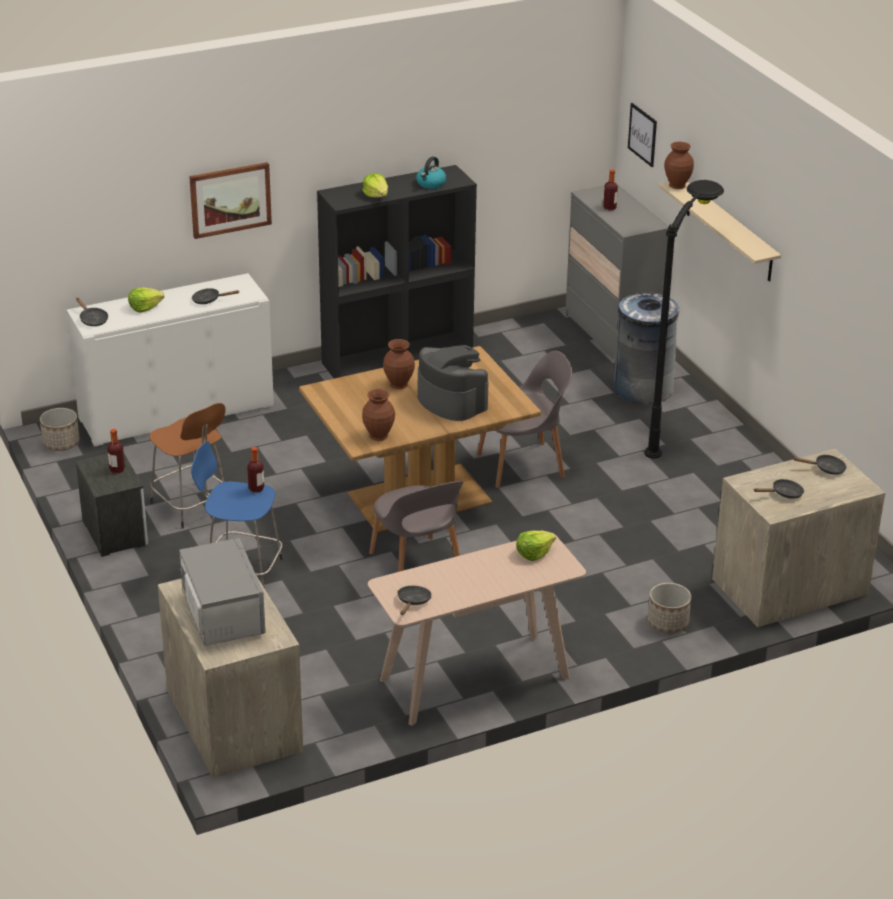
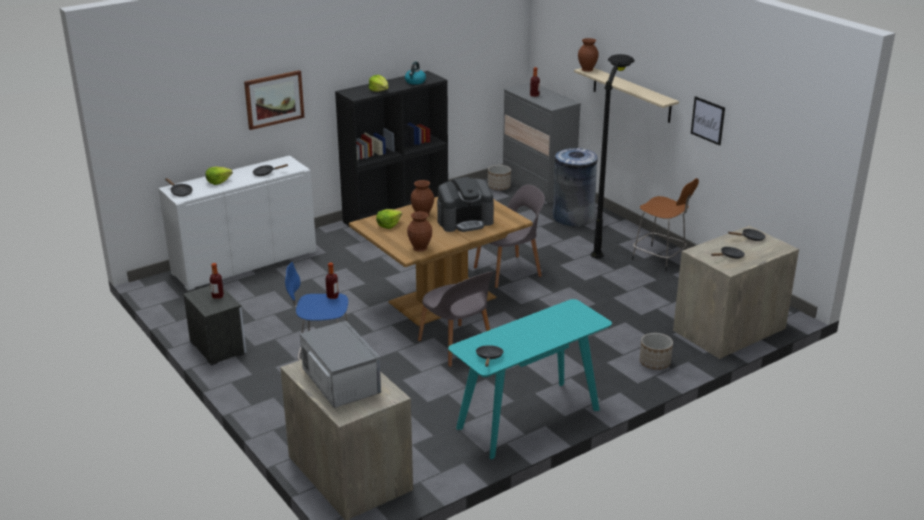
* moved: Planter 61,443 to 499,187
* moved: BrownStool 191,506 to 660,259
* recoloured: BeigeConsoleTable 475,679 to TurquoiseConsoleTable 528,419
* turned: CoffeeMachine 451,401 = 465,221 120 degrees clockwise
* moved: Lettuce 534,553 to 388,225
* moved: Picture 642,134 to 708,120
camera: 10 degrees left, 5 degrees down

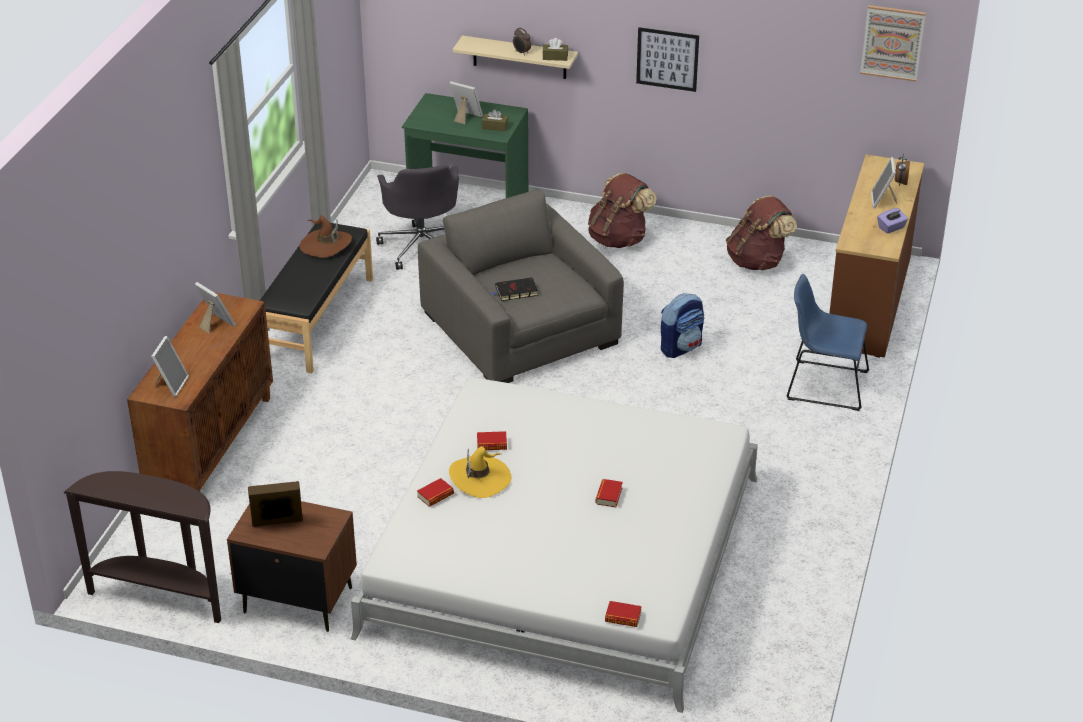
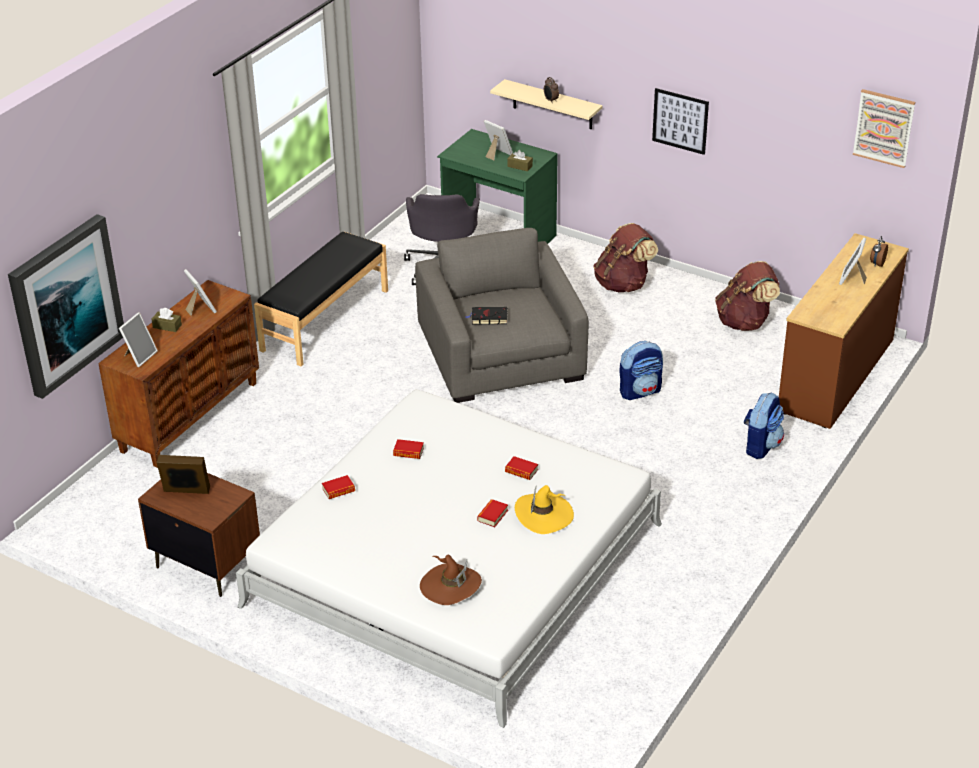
* removed: BrownConsoleTable 161,595
* moved: BrownHat 326,245 to 450,586
* moved: YellowHat 480,478 to 544,514
* moved: BrownTissueBox 555,57 to 167,326
* moved: Book 623,617 to 521,471
* replaced: BlueChair 823,384 to Backpack 760,445
* removed: PurpleTissueBox 891,228
* added: Picture 65,304
camera: 15 degrees right, 0 degrees up

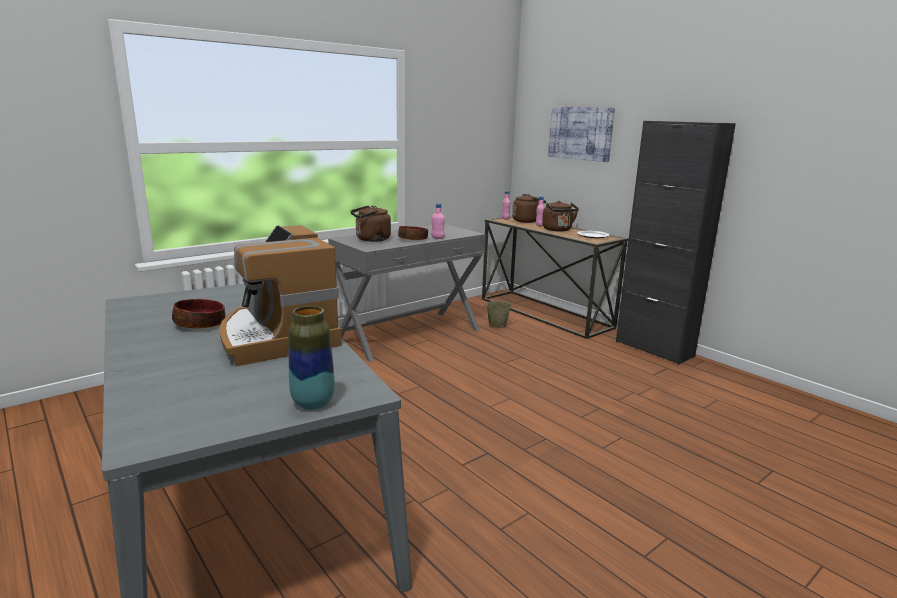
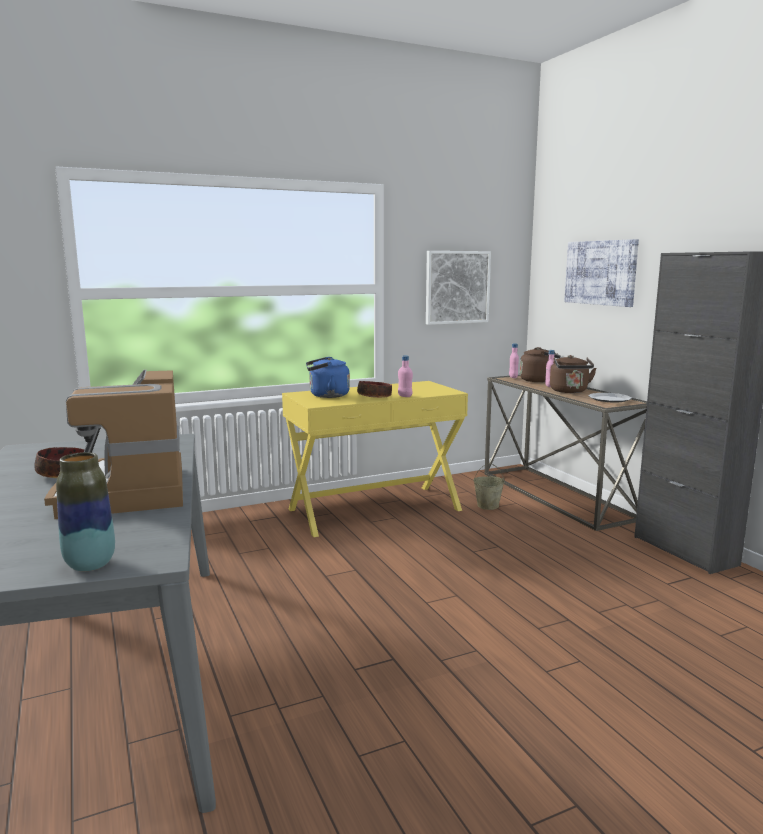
* recoloured: GreyConsoleTable 408,334 to YellowConsoleTable 374,509
* recoloured: BrownKettle 371,239 to BlueKettle 326,395
* added: Picture 457,287
camera: 15 degrees right, 5 degrees down

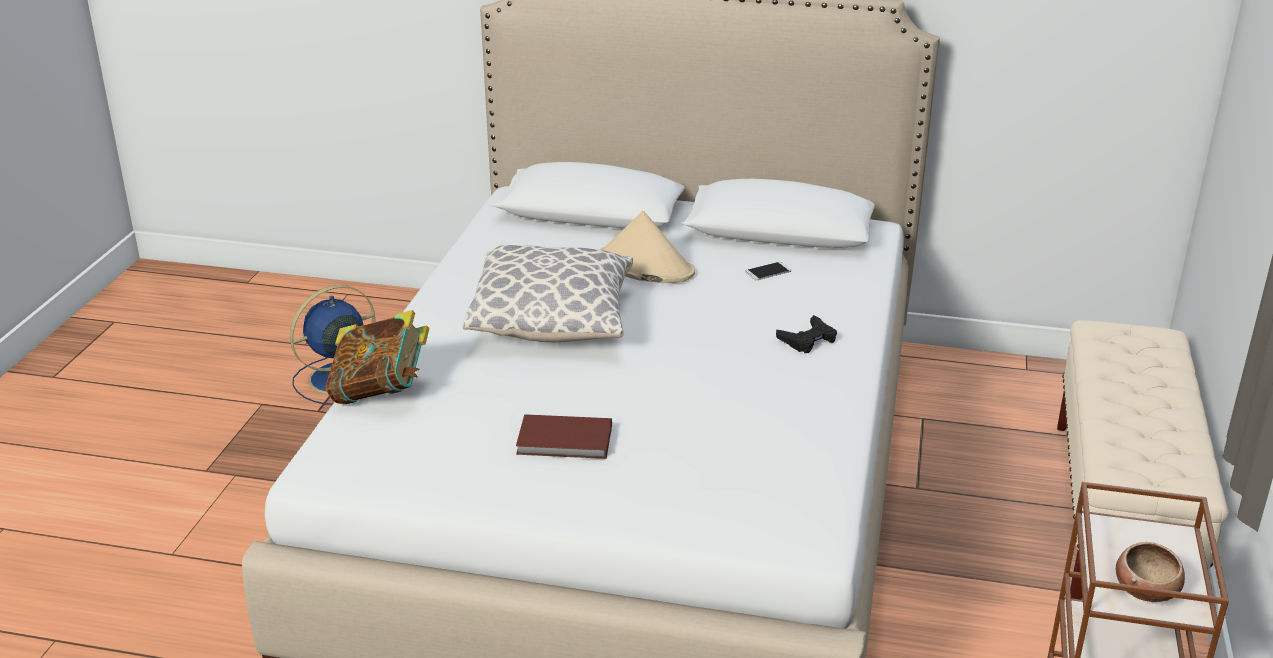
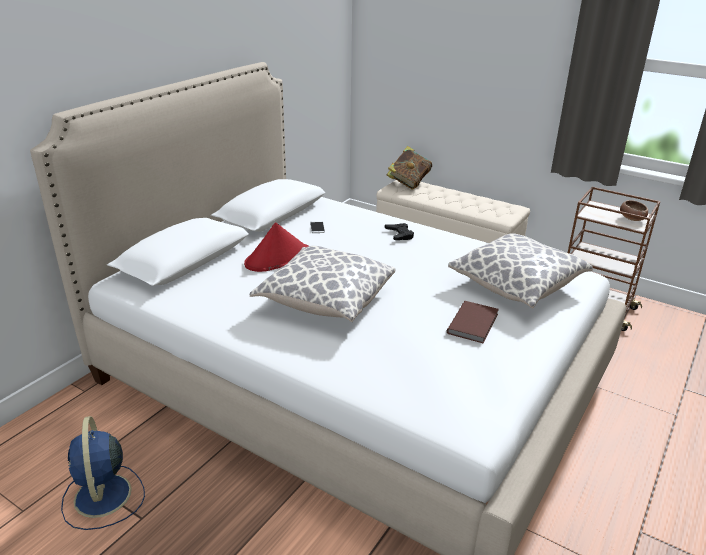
* moved: Book 381,392 to 408,183
* recoloured: BeigeHat 644,266 to RedHat 277,258
* added: Pillow 516,286
camera: 70 degrees left, 0 degrees up

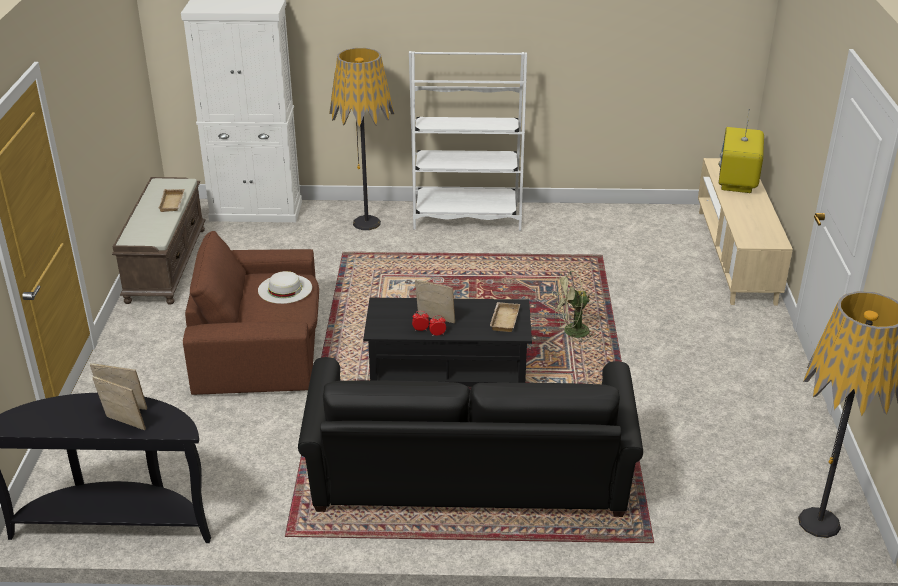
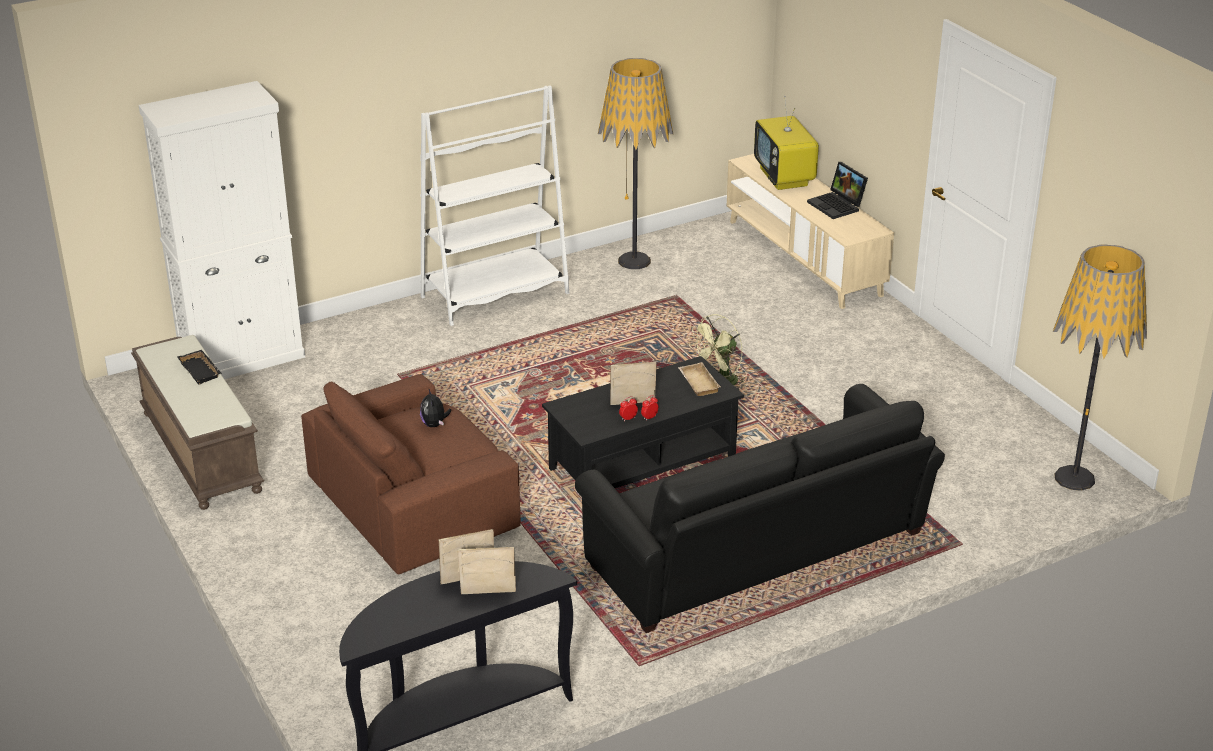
* recoloured: BeigeTray 173,203 to BlackTray 201,370
* replaced: WhiteHat 285,289 to PlushToy 434,424
* moved: FloorLamp 366,223 to 634,261
* added: Laptop 837,206
camera: 30 degrees left, 0 degrees up

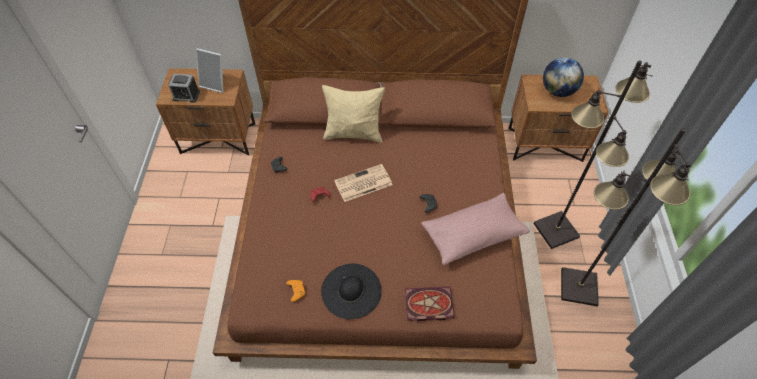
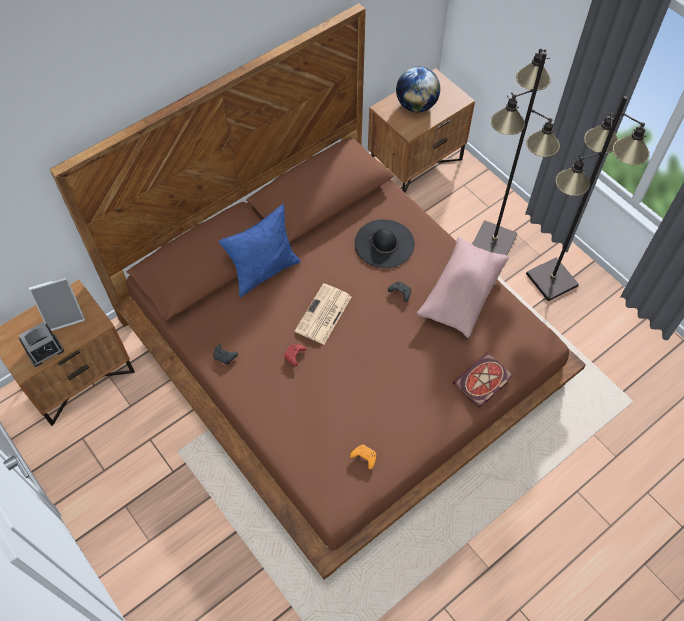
* moved: BlackHat 351,291 to 384,243
* recoloured: BeigePillow 354,133 to BluePillow 264,271
camera: 40 degrees left, 5 degrees up

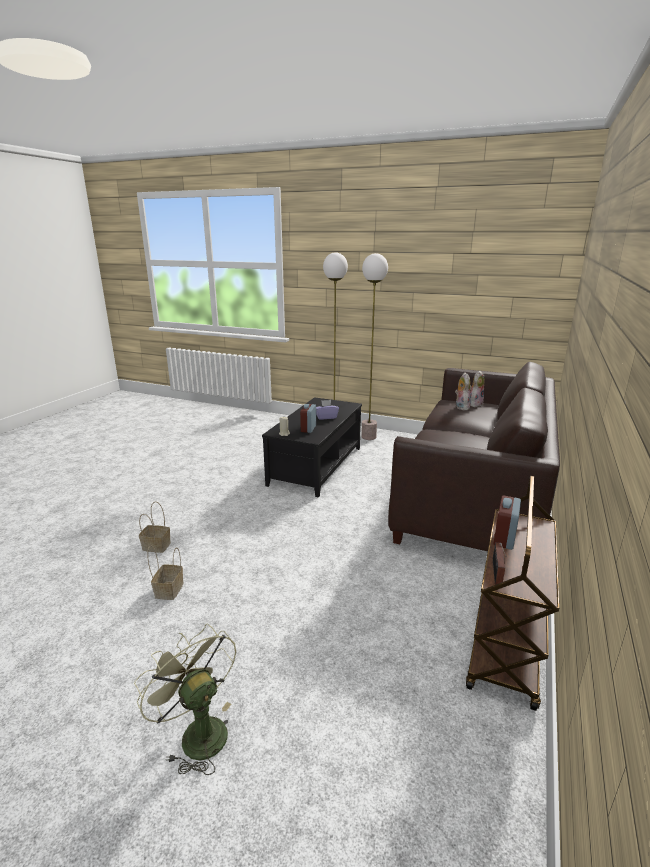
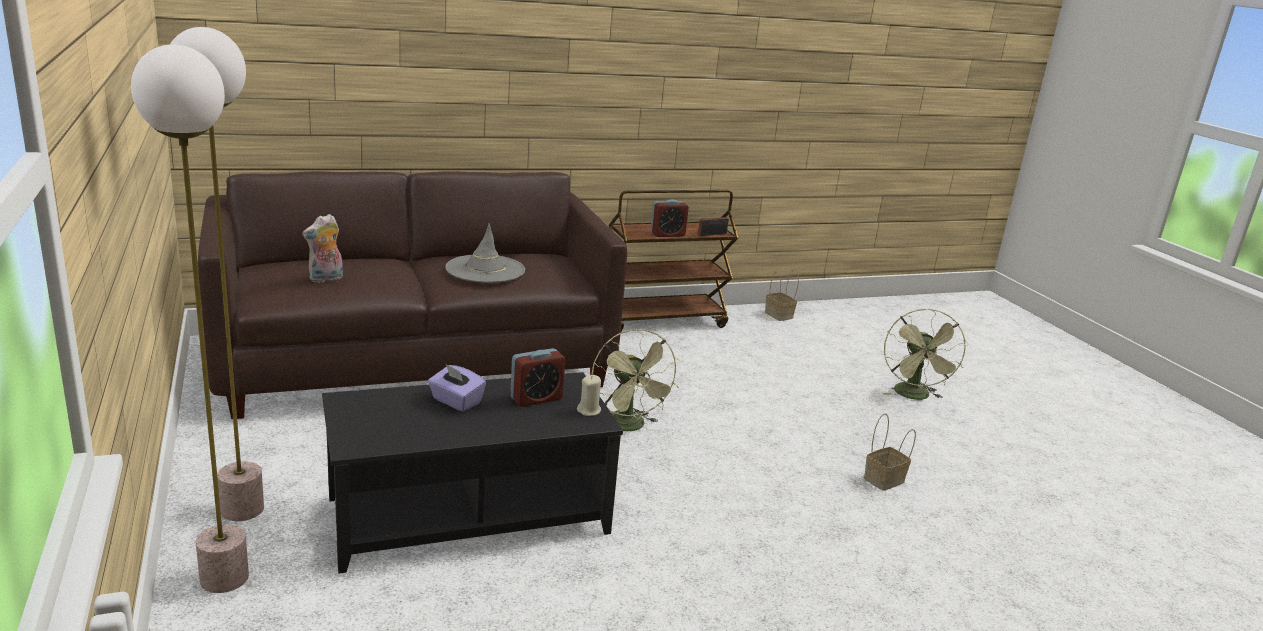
* moved: Basket 155,546 to 779,315
* removed: PlushToy 474,404
* added: GreyHat 485,269
* added: GreenFan 630,427
camera: 135 degrees left, 0 degrees up

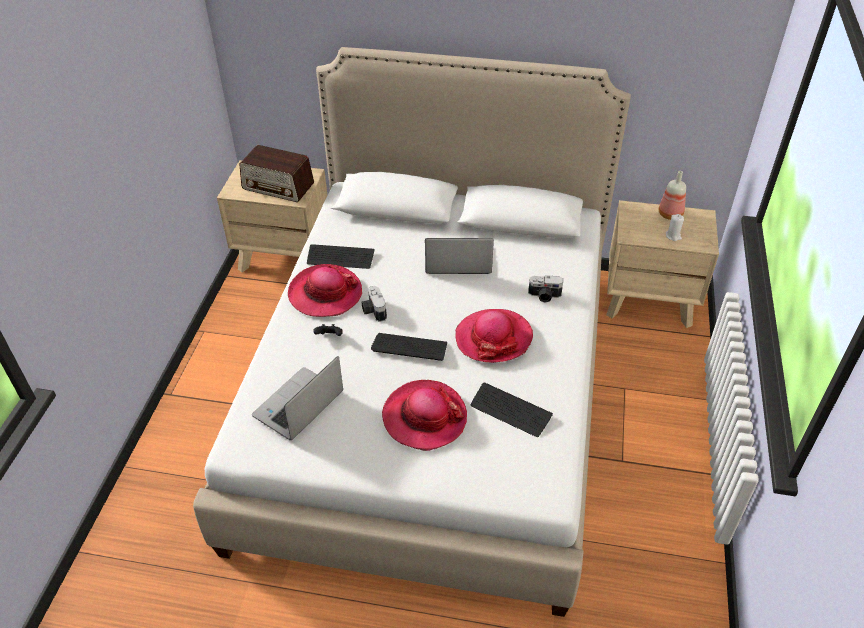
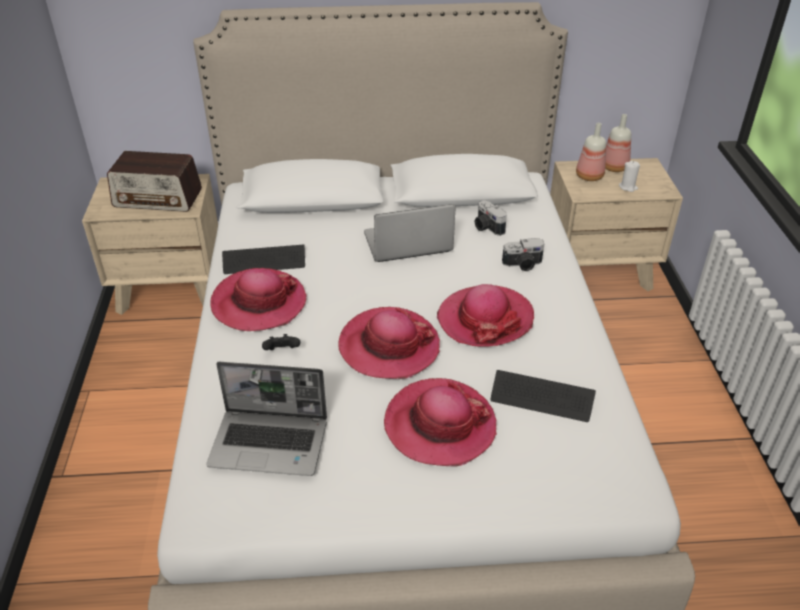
* turned: Laptop 298,406 = 270,443 105 degrees counterclockwise
* moved: PhotoCamera 373,311 to 487,227
* replaced: Keyboard 409,347 to Hat 389,346
* added: Bottle 588,176
camera: 15 degrees left, 5 degrees down

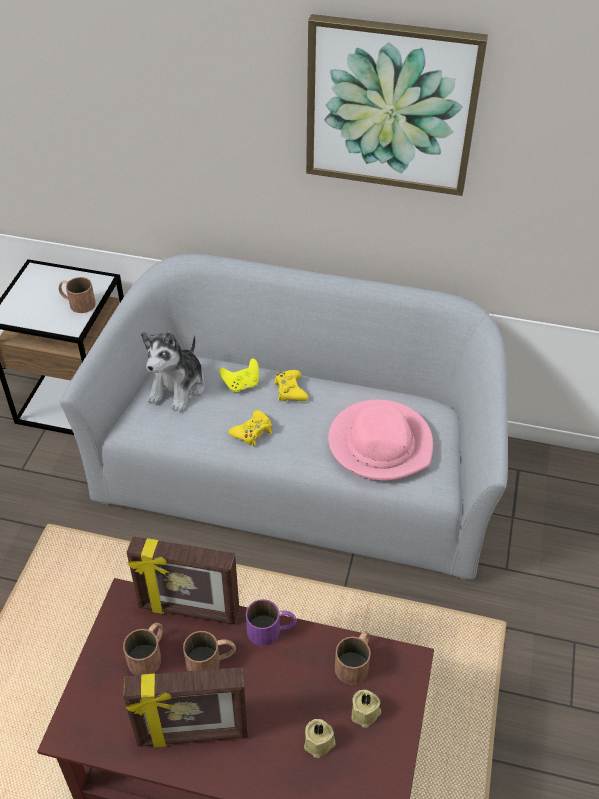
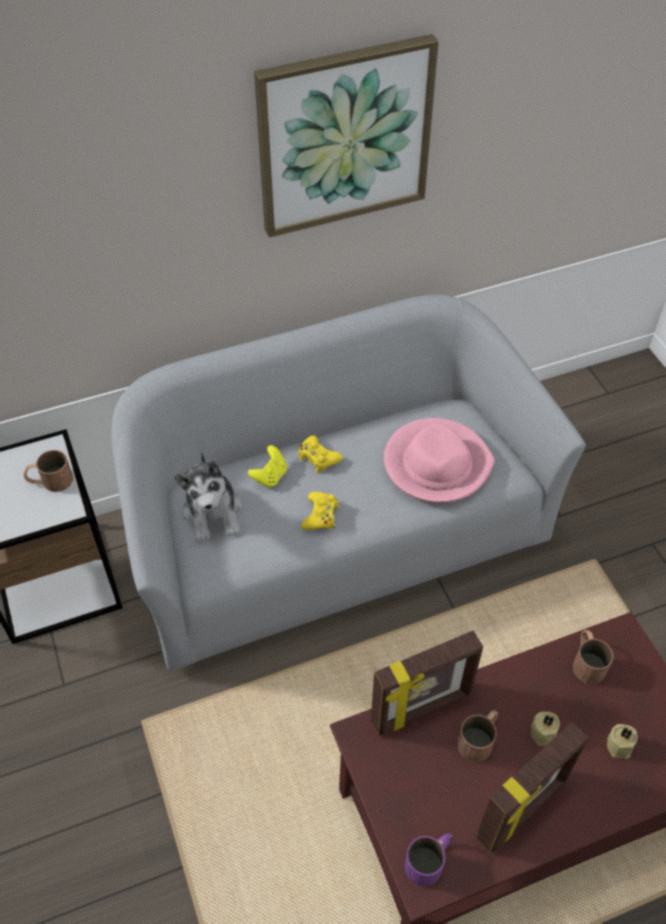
* removed: BrownMug 149,653
* moved: PurpleMug 271,630 to 430,860
* moved: BeigeCandle 366,713 to 544,732
camera: 35 degrees left, 5 degrees up

